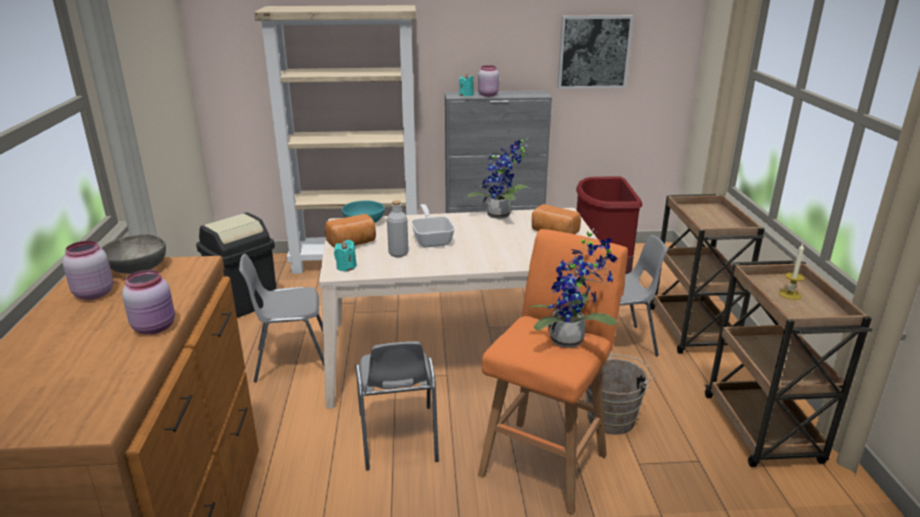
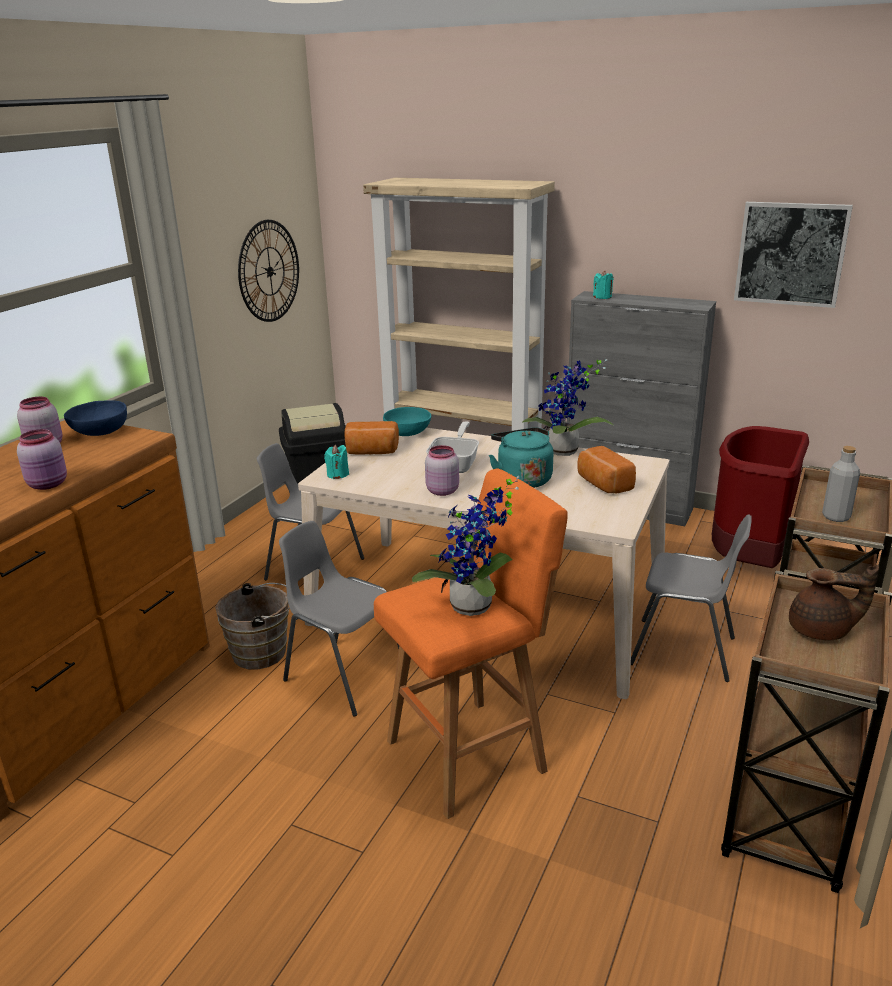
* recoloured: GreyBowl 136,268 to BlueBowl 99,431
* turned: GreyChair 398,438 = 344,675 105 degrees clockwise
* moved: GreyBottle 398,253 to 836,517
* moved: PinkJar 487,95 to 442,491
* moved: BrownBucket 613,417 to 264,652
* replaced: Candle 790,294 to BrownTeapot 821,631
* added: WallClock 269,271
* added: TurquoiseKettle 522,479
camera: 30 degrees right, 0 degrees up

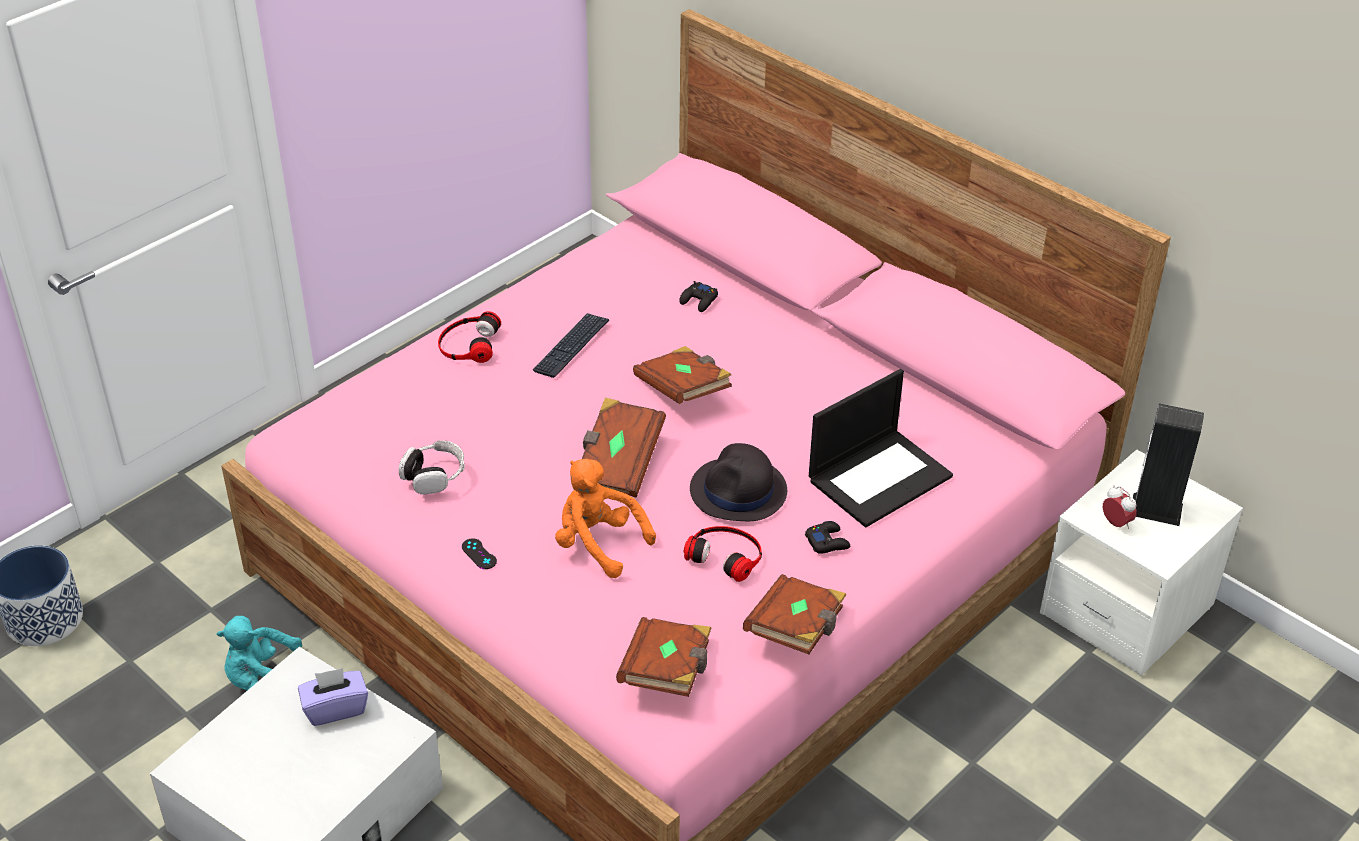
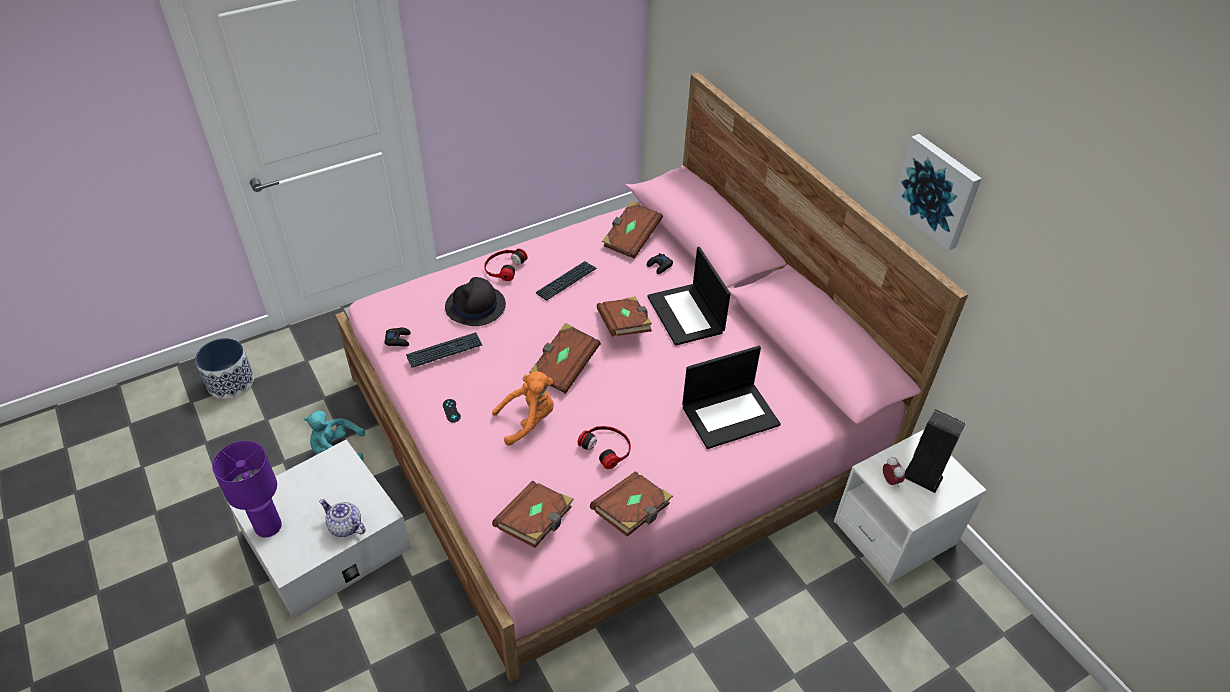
* removed: PurpleTissueBox 335,708
* replaced: Headphones 434,475 to Keyboard 444,351
* turned: OrangePlushToy 598,544 = 528,420 105 degrees clockwise
* moved: BlackHat 738,491 to 475,307
* moved: BlackGameController 827,542 to 398,339
* added: PurpleTableLamp 268,526
* added: Teapot 345,527
* added: BrownBook 631,239
* added: Laptop 686,315
* added: Picture 937,191
camera: 15 degrees right, 5 degrees up

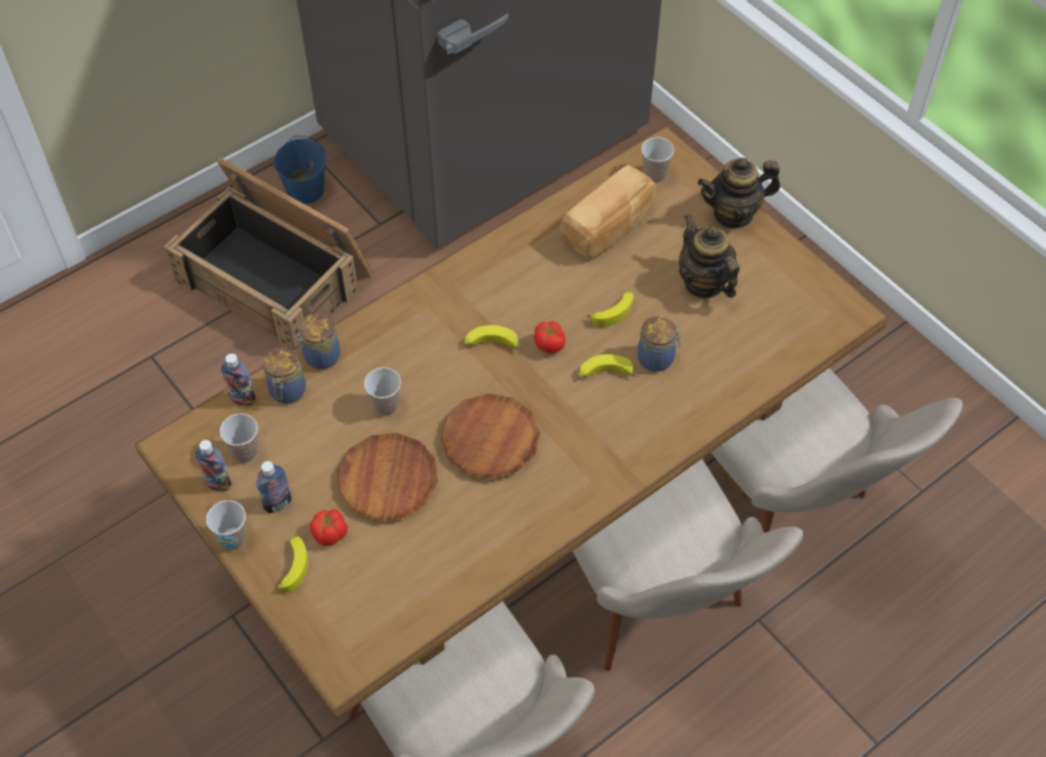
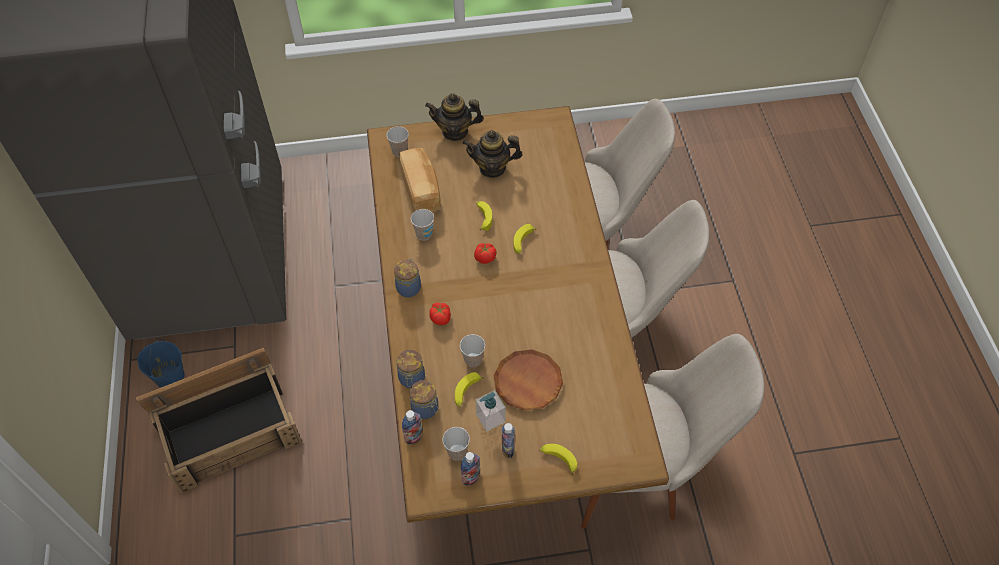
* moved: Cup 233,539 to 424,234
* moved: Tomato 330,534 to 440,318
* removed: BrownPlate 490,440
* moved: Banana 490,344 to 467,392
* moved: Jar 657,358 to 409,287
* turned: Teapot 733,214 = 455,131 75 degrees clockwise
* added: SoapDispenser 490,418
camera: 60 degrees left, 0 degrees up

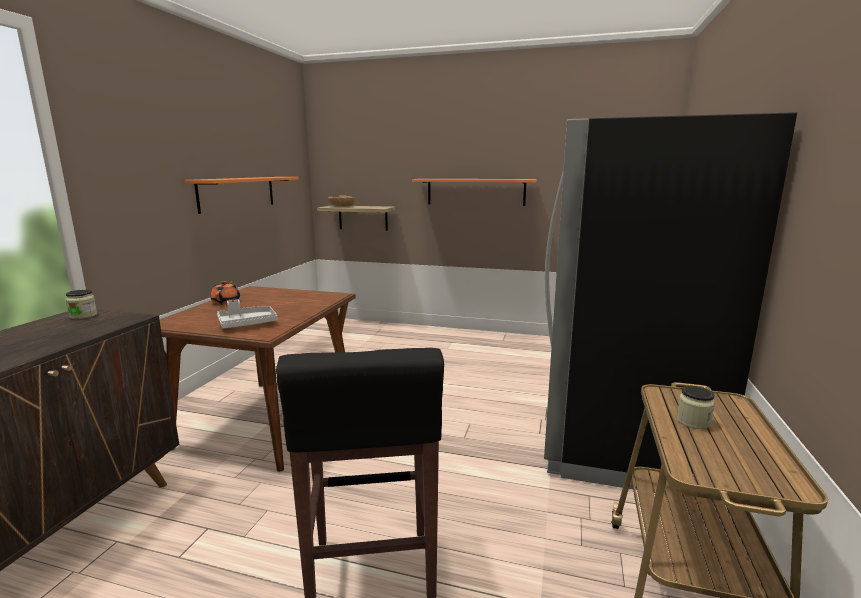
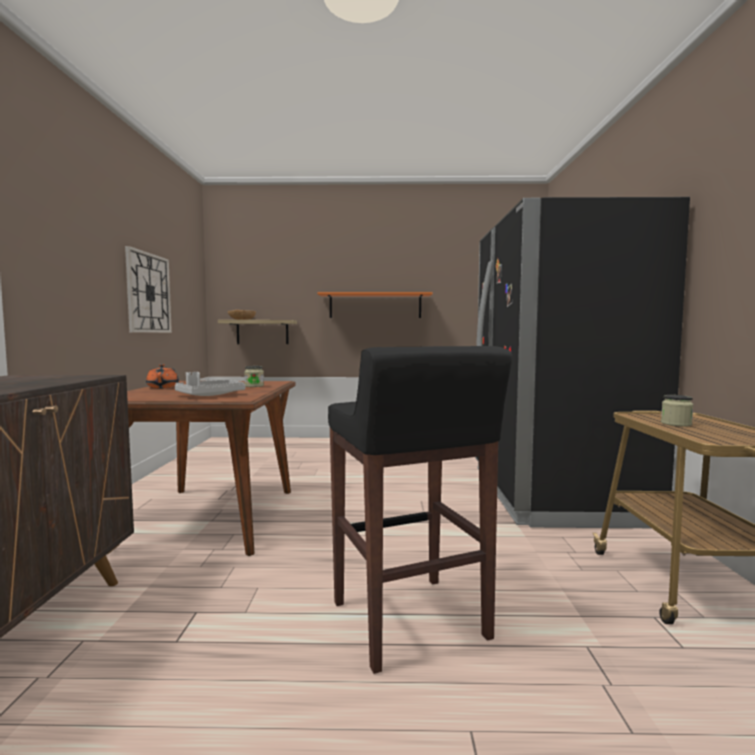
* moved: Jar 83,315 to 254,386
* replaced: OrangeShelf 237,193 to WallClock 148,293
camera: 15 degrees left, 10 degrees down

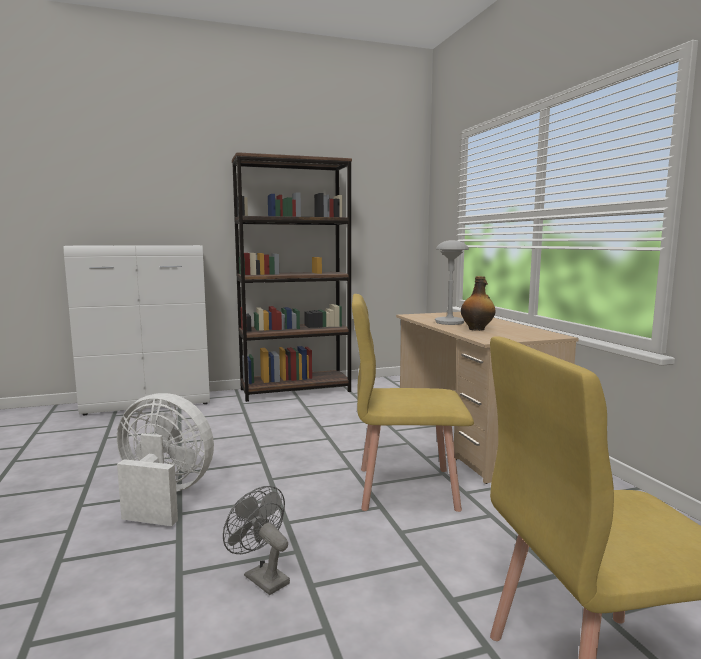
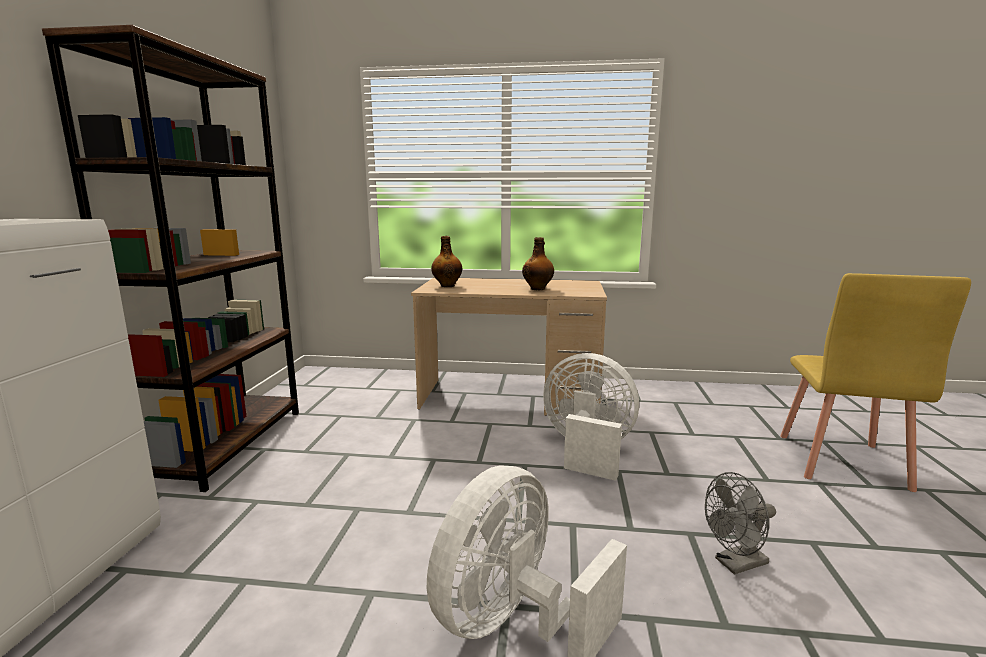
* replaced: YellowChair 405,488 to WhiteFan 587,450
* removed: GreyTableLamp 449,322
* added: Bottle 447,286
camera: 65 degrees left, 5 degrees up

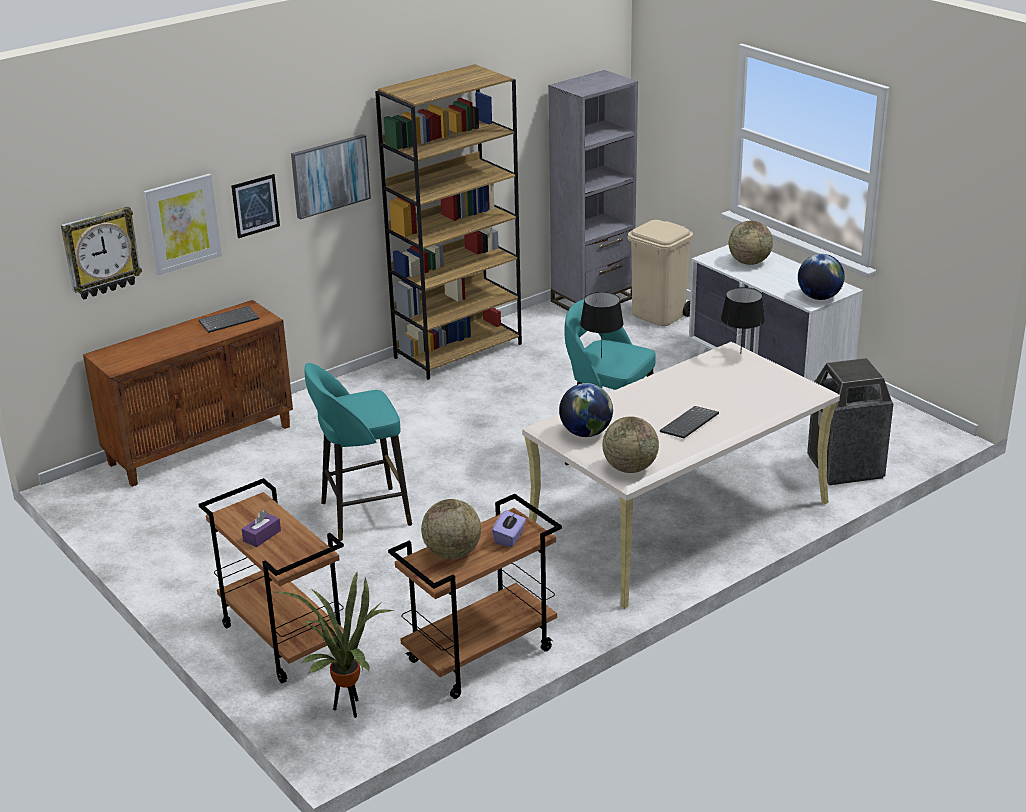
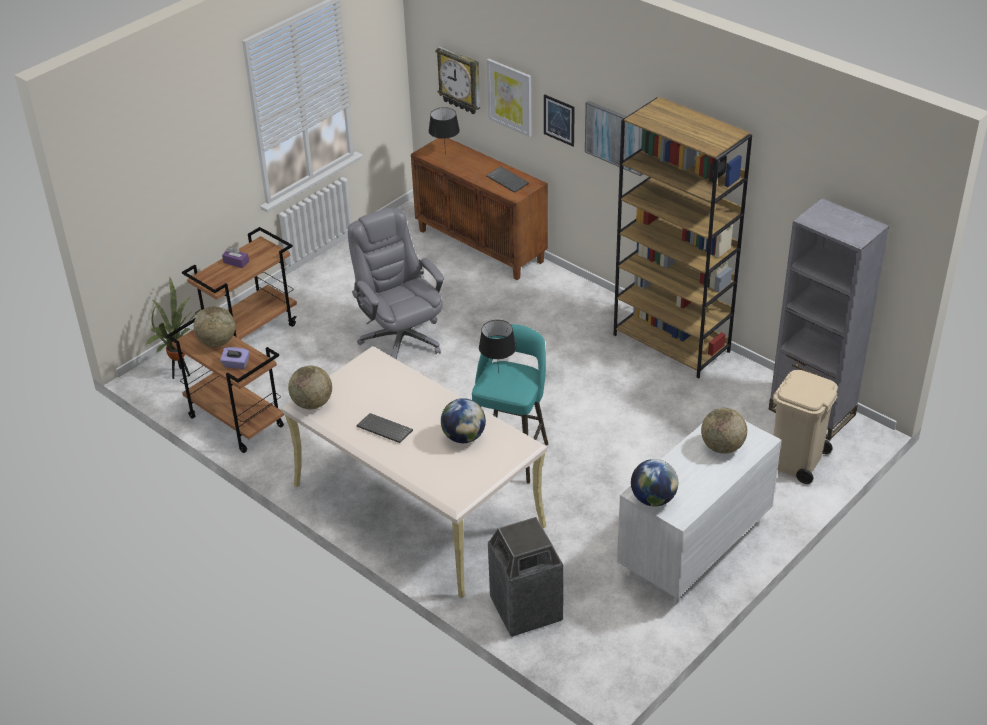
* replaced: TurquoiseStool 362,514 to GreyOfficeChair 401,338
* moved: Globe 586,433 to 463,437
* moved: BlackTableLamp 740,353 to 445,154
camera: 80 degrees right, 10 degrees up

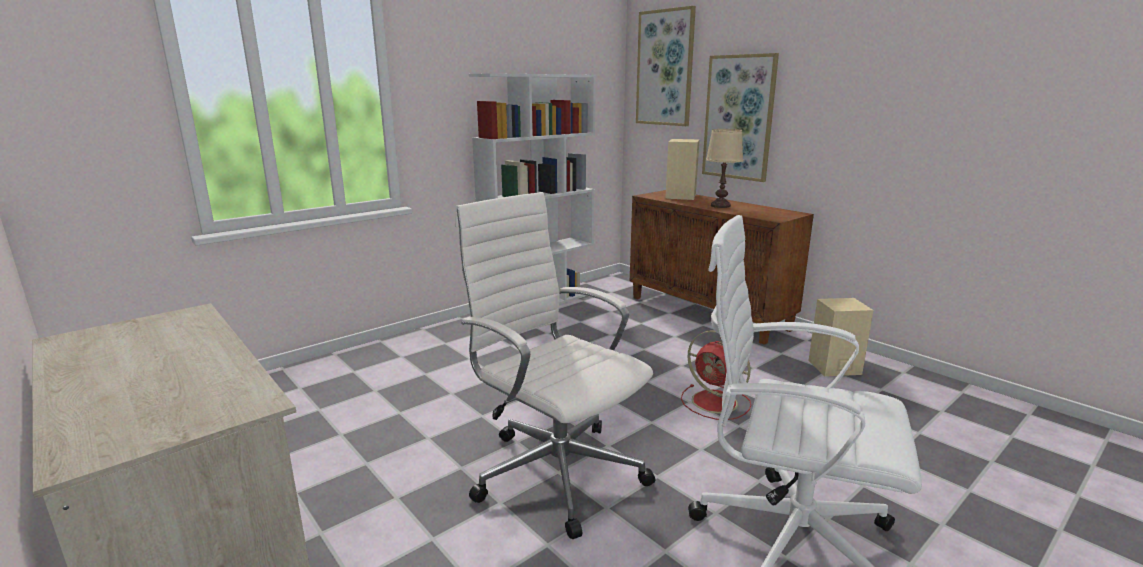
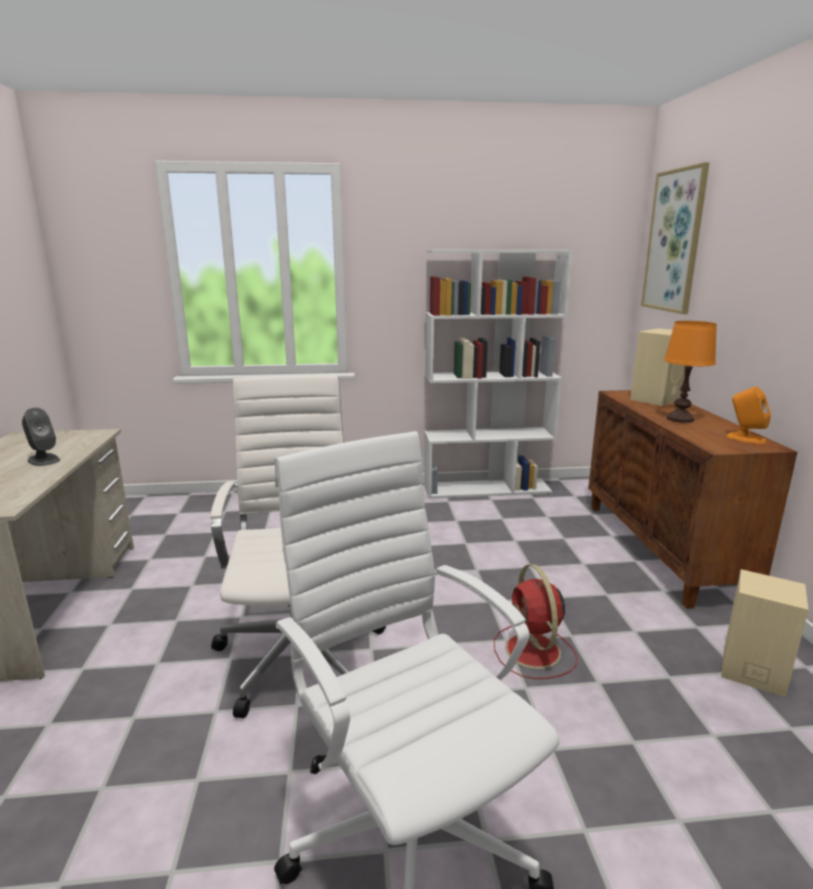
* removed: Picture 739,118
* recoloured: BeigeTableLamp 720,206 to OrangeTableLamp 679,419
* added: GreySpeaker 43,460
* added: OrangeSpeaker 745,438
camera: 35 degrees right, 0 degrees up

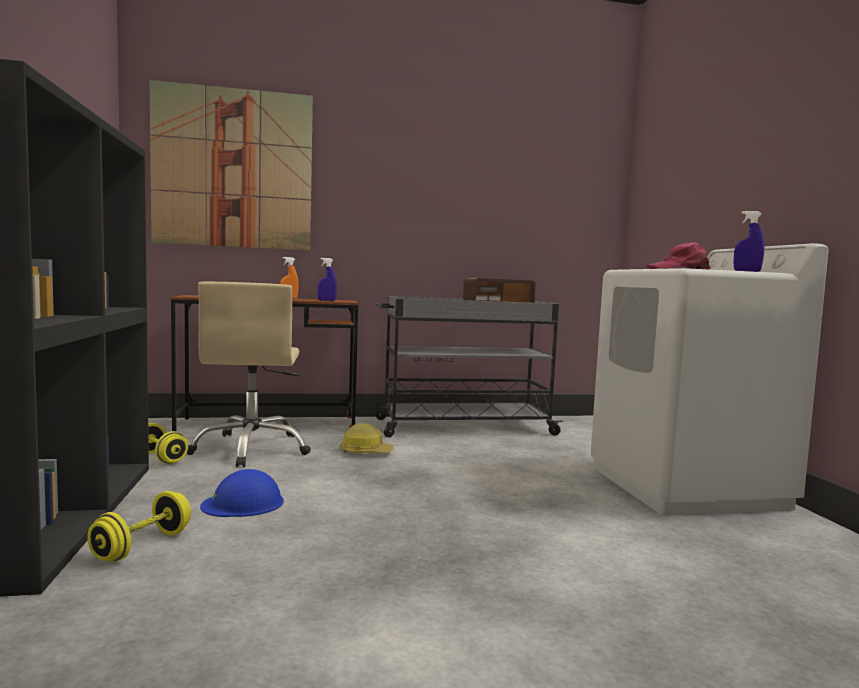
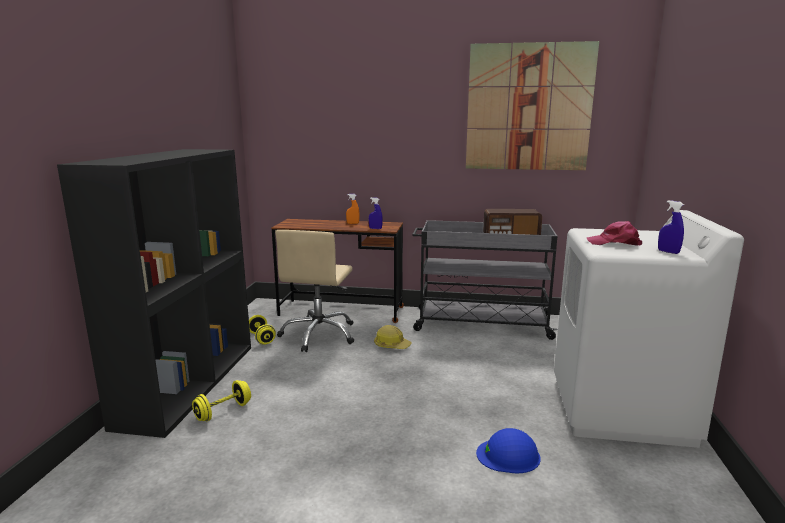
* moved: Picture 233,168 to 528,108
* moved: BlueHardHat 243,503 to 508,455
camera: 20 degrees right, 10 degrees up

